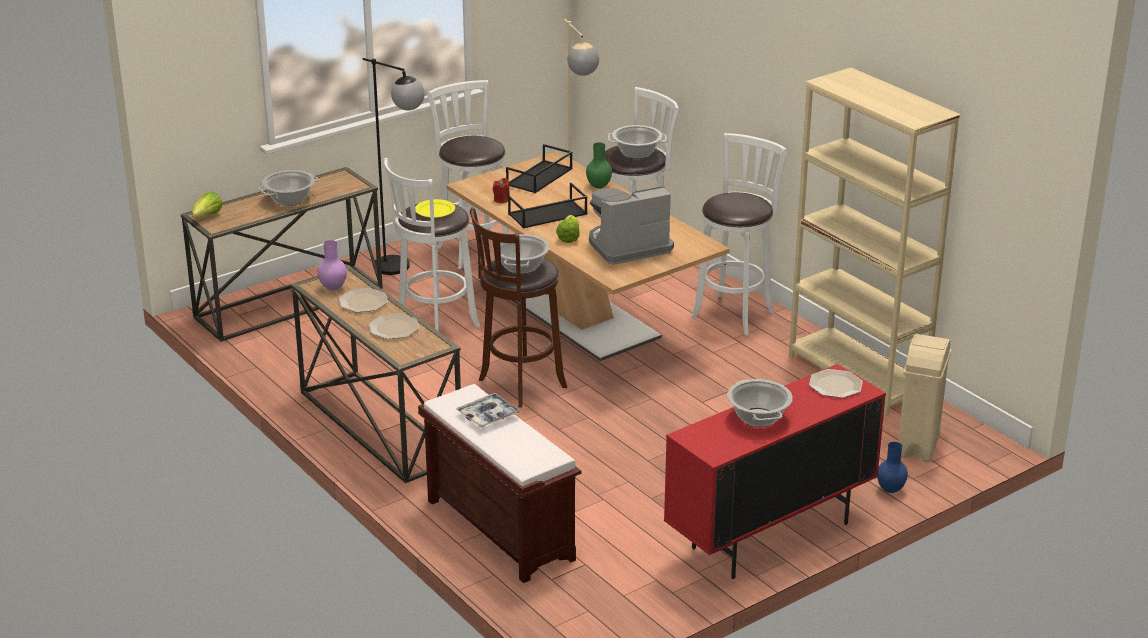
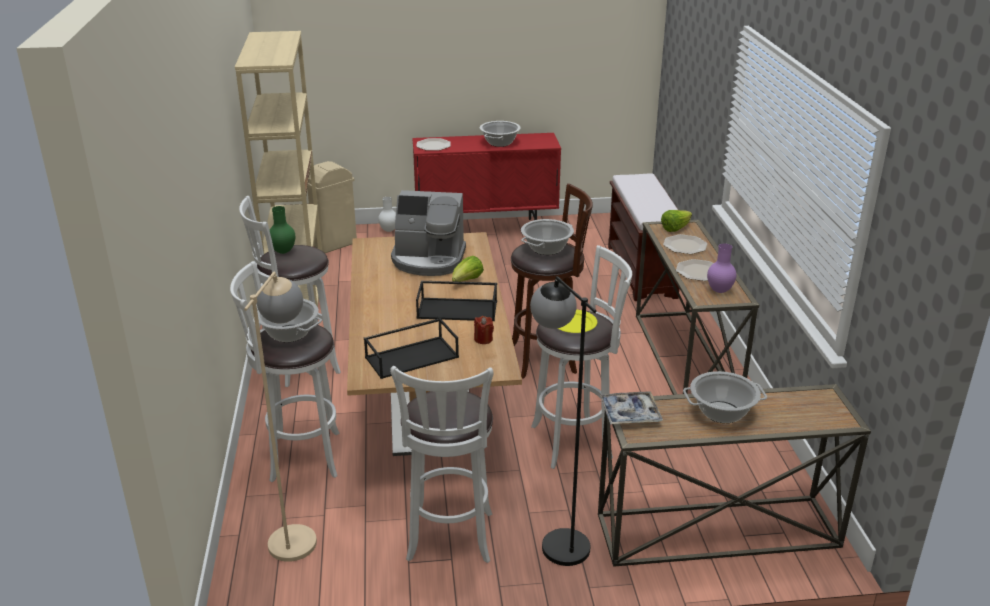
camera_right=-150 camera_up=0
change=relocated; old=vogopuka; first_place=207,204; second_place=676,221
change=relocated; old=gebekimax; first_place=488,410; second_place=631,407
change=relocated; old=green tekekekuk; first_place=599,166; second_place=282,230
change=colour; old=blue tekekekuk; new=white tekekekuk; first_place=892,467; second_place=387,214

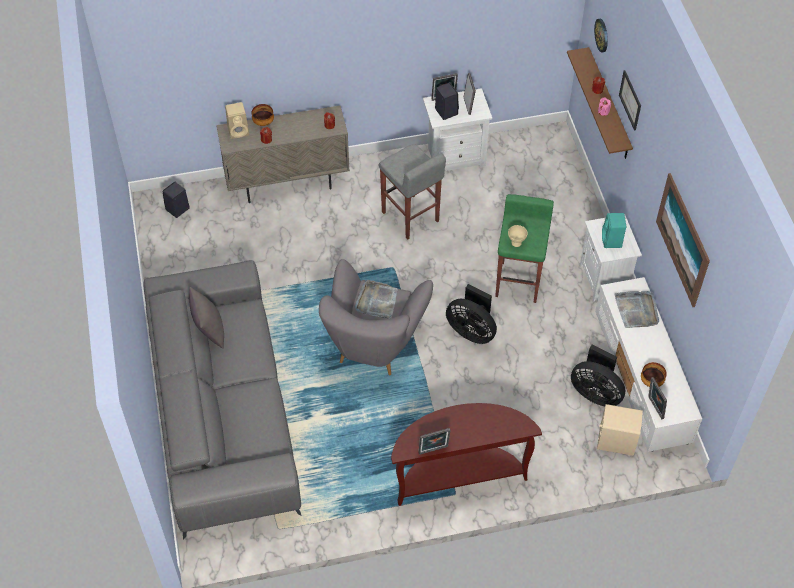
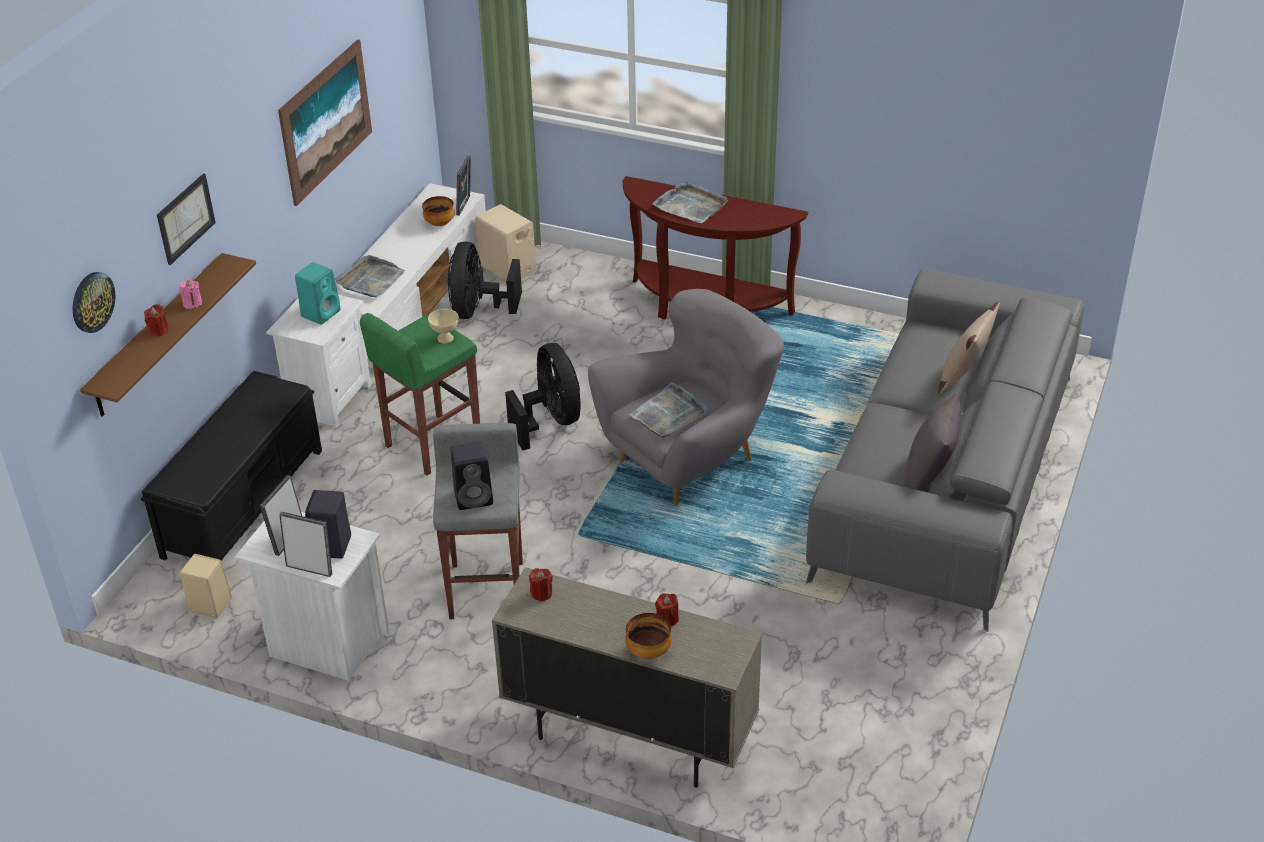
camera_right=-145 camera_up=-15
change=missing; old=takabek; first_place=434,441
change=appeared; new=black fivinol; second_place=231,466
change=appeared; new=grey gebekimax; second_place=690,202
change=appeared; new=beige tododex; second_place=969,347
change=relocated; old=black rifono; first_place=176,200; second_place=472,475
change=relocated; old=beige rifono; first_place=237,120; second_place=206,586
change=spun; old=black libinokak; first_place=598,375; second_place=484,280; degrees=-150

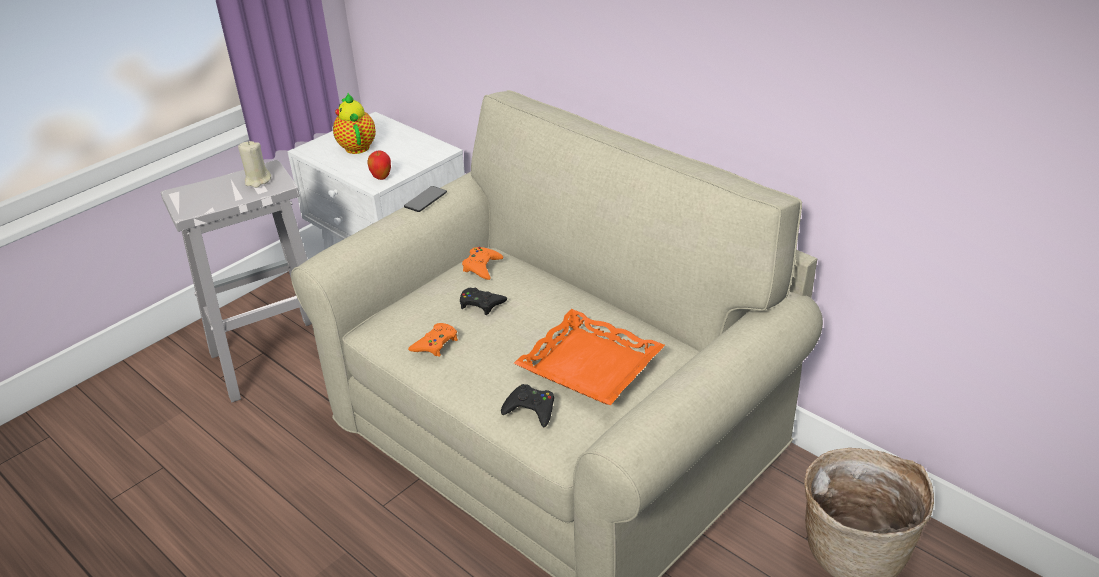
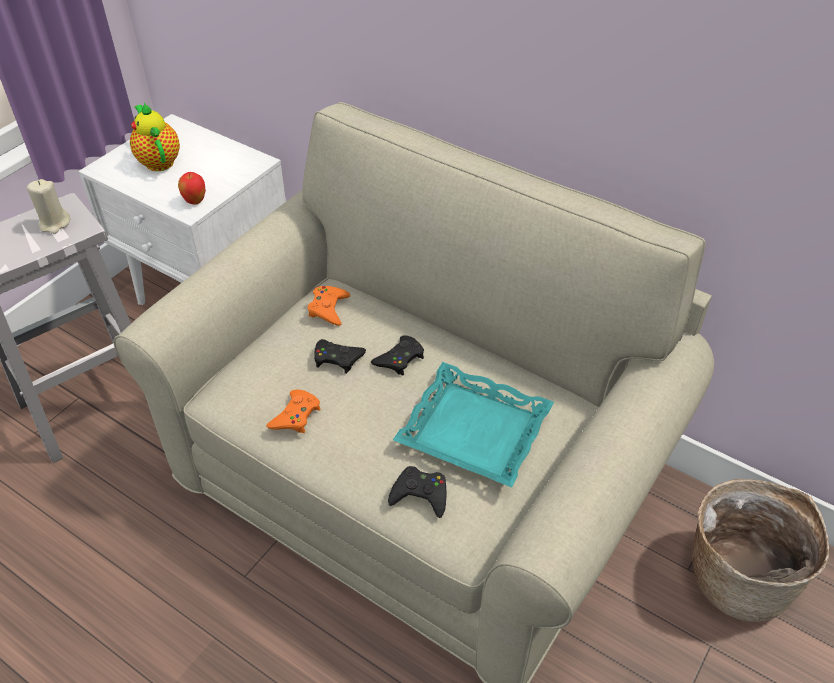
camera_right=-10 camera_up=10
change=missing; old=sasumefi; first_place=425,199
change=appeared; new=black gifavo; second_place=397,355
change=colour; old=orange gebekimax; new=turquoise gebekimax; first_place=589,357; second_place=473,424

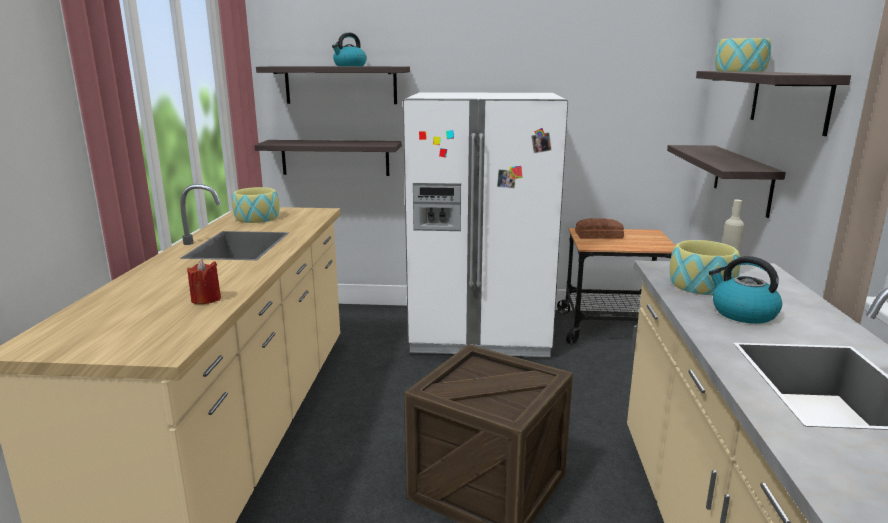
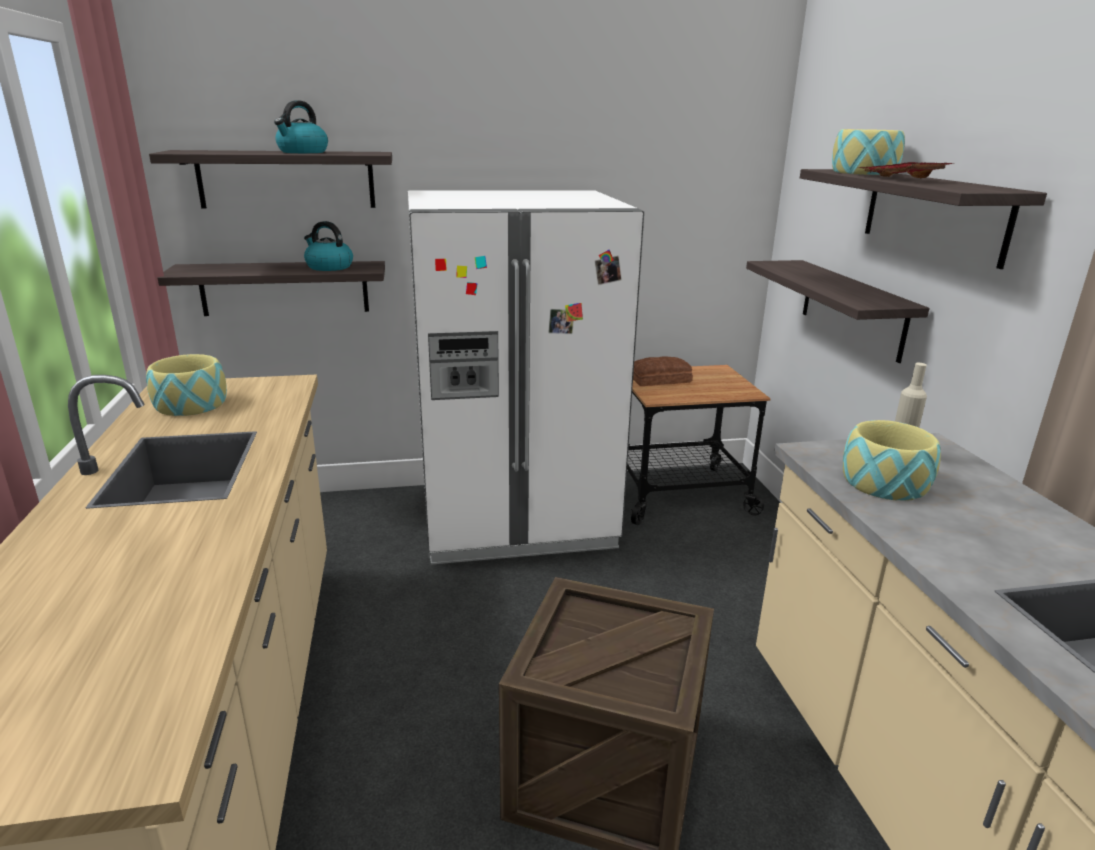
camera_right=-15 camera_up=5
change=missing; old=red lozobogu; first_place=204,282
change=appeared; new=red gebekimax; second_place=906,170
change=relocated; old=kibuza; first_place=745,290; second_place=328,246

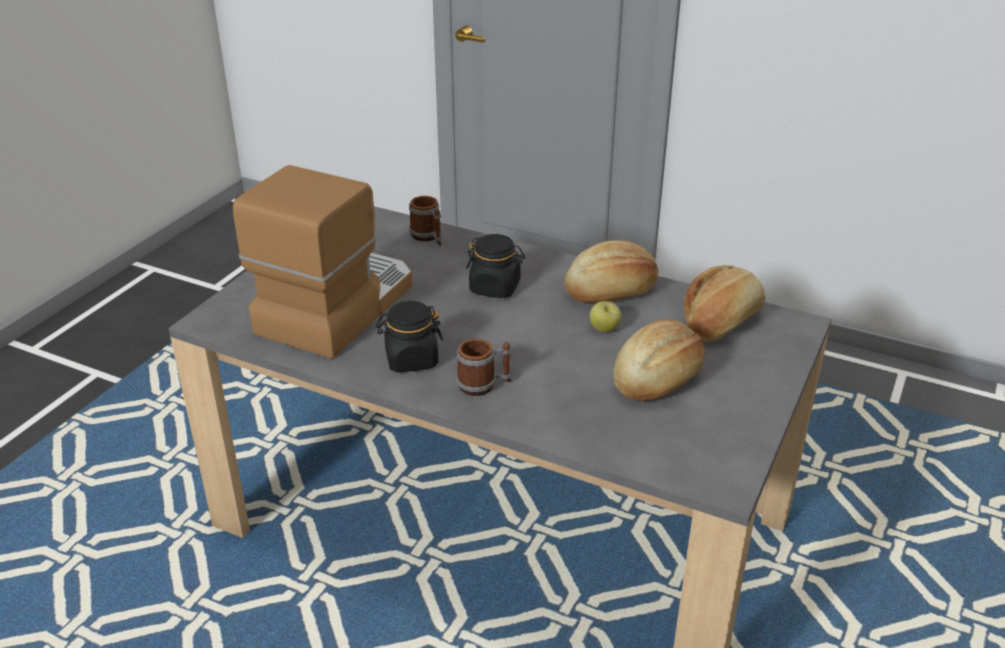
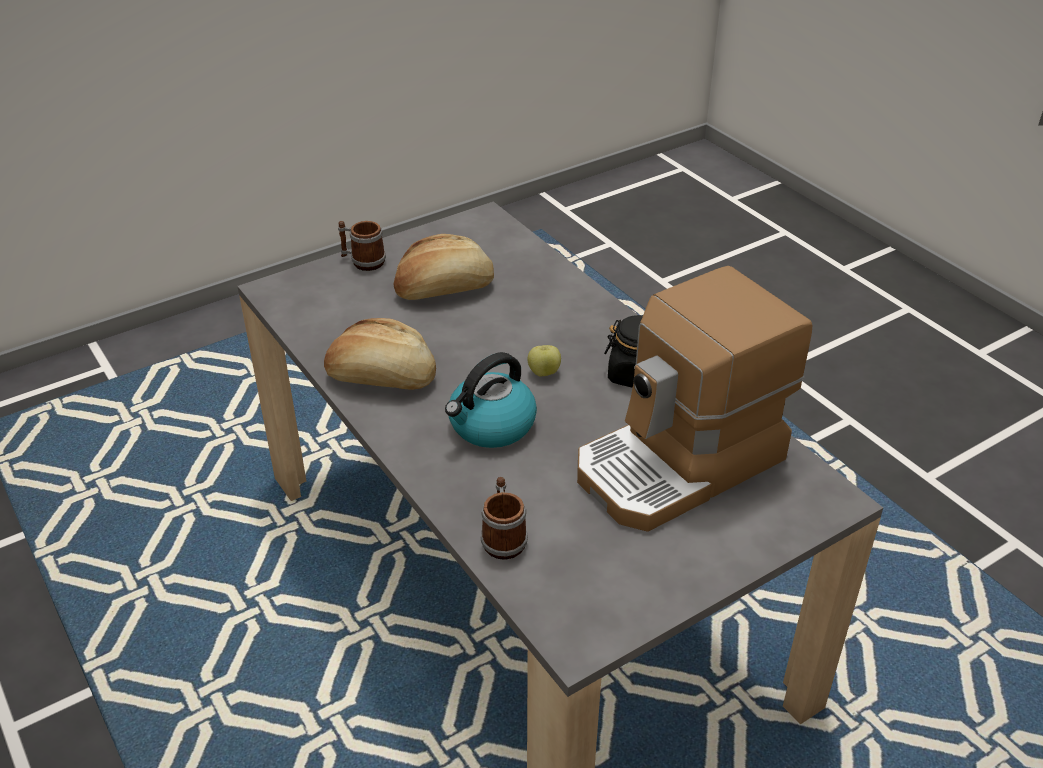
camera_right=-150 camera_up=5
change=missing; old=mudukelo; first_place=724,303
change=relocated; old=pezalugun; first_place=484,367; second_place=362,246
change=relocated; old=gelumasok; first_place=605,316; second_place=544,360
change=exchanged; old=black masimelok; new=kibuza; first_place=495,266; second_place=491,400

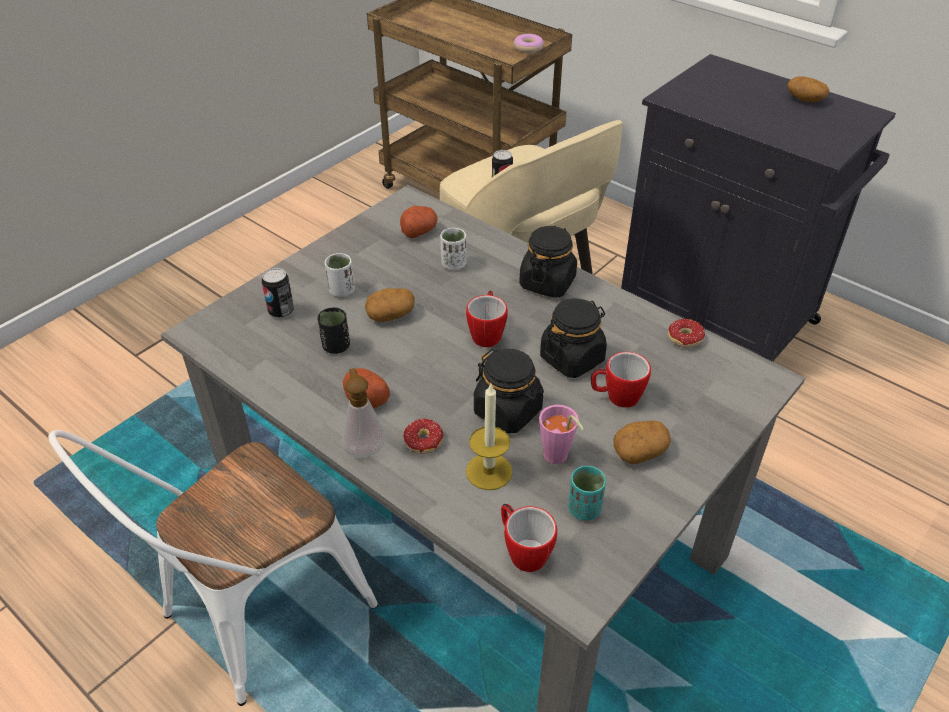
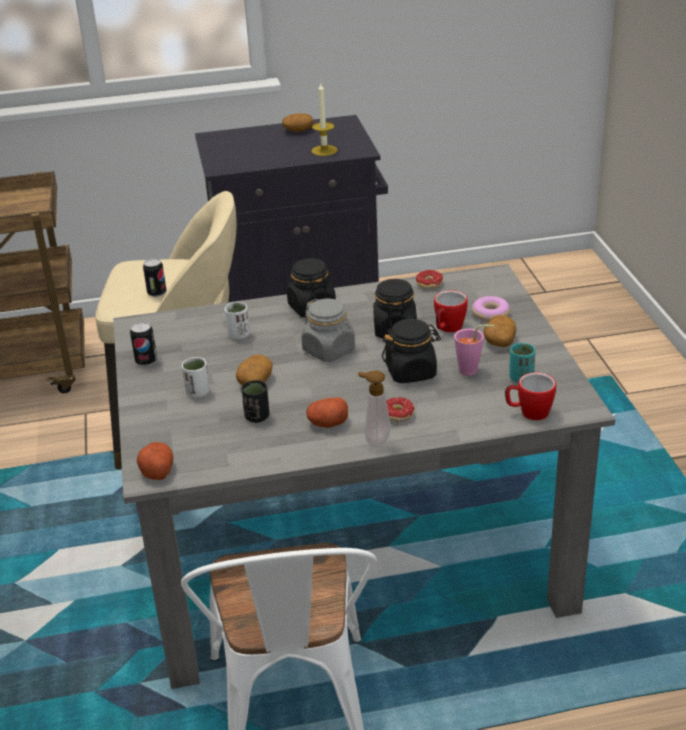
camera_right=-50 camera_up=-10
change=relocated; old=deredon; first_place=278,293; second_place=143,344
change=relocated; old=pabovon; first_place=419,222; second_place=155,461
change=relocated; old=lozobogu; first_place=489,436; second_place=324,119
change=relocated; old=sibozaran; first_place=529,43; second_place=491,309
change=exchanged; old=pezalugun; new=grey masimelok; first_place=486,318; second_place=328,330

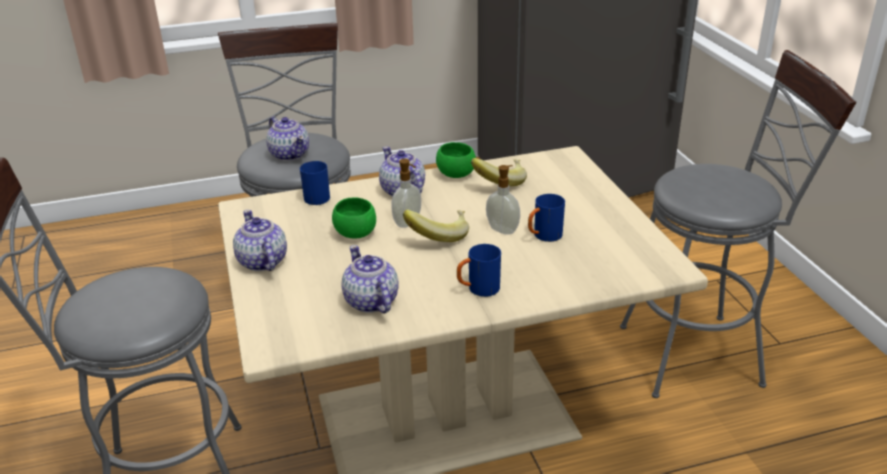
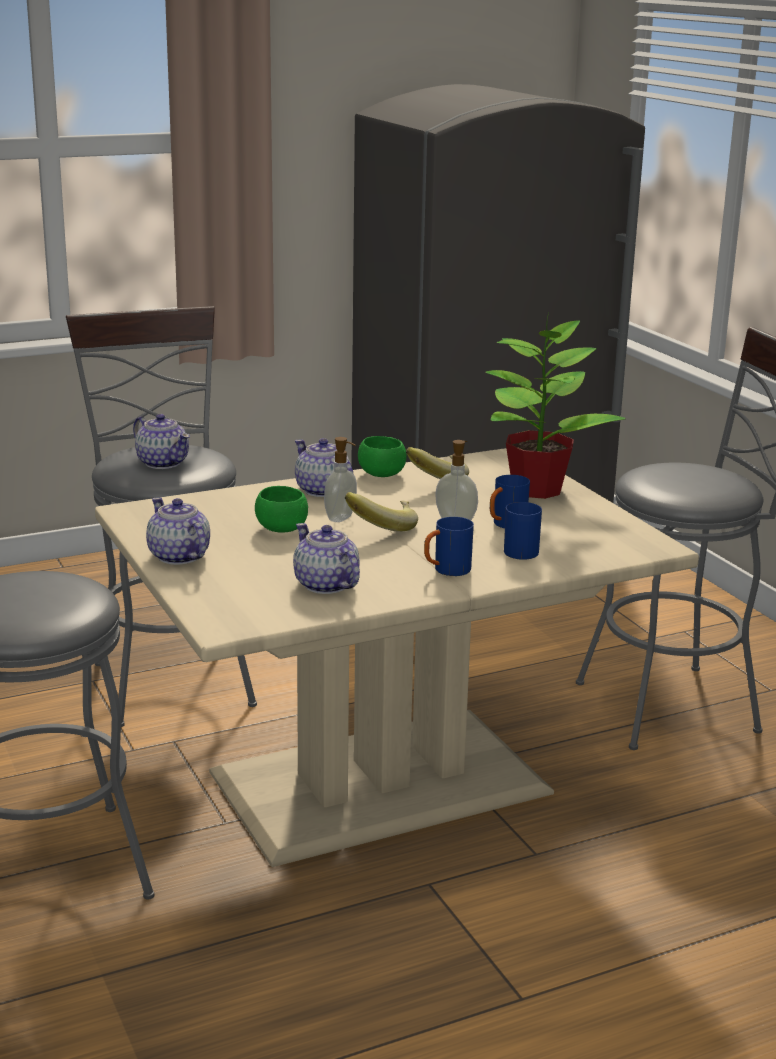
camera_right=-10 camera_up=-10
change=appeared; new=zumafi; second_place=555,406
change=relocated; old=blue pezalugun; first_place=315,183; second_place=523,531

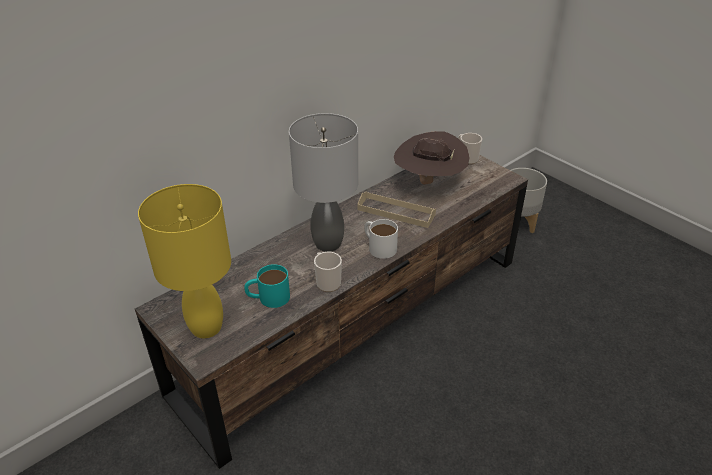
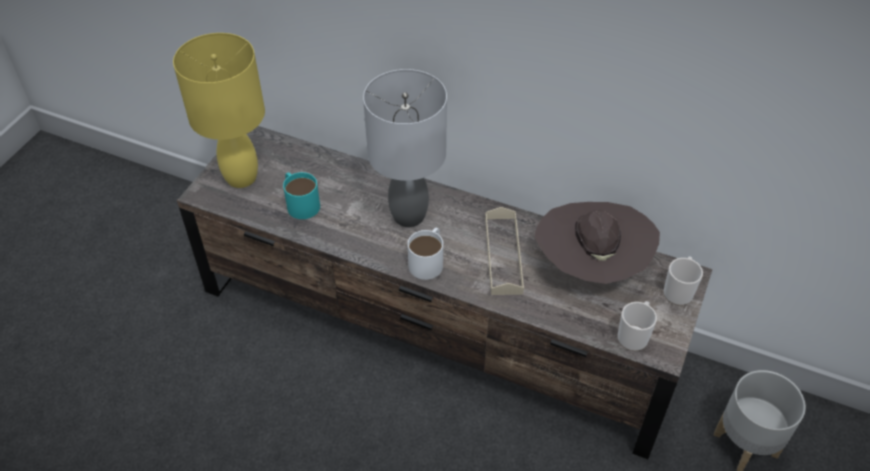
camera_right=65 camera_up=10
change=relocated; old=pezalugun; first_place=328,272; second_place=637,326

